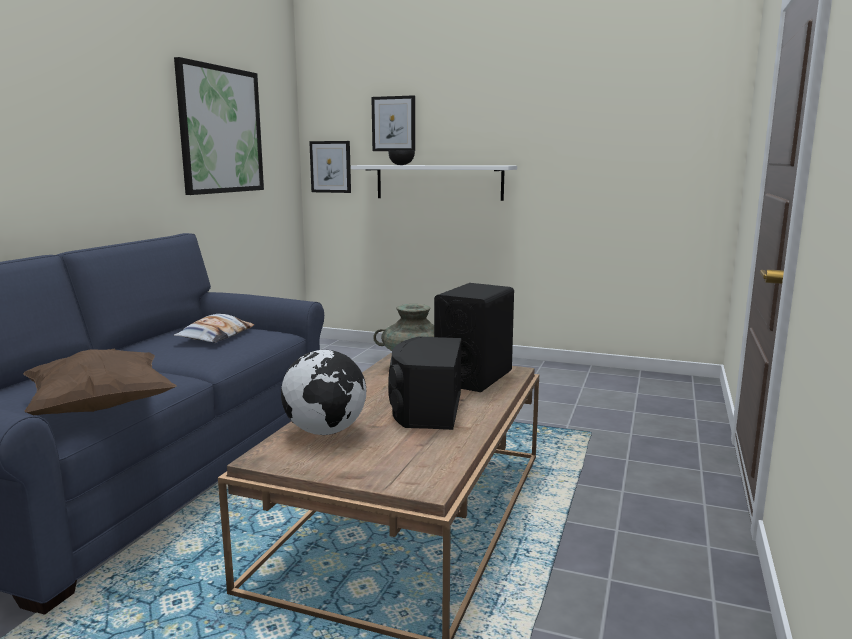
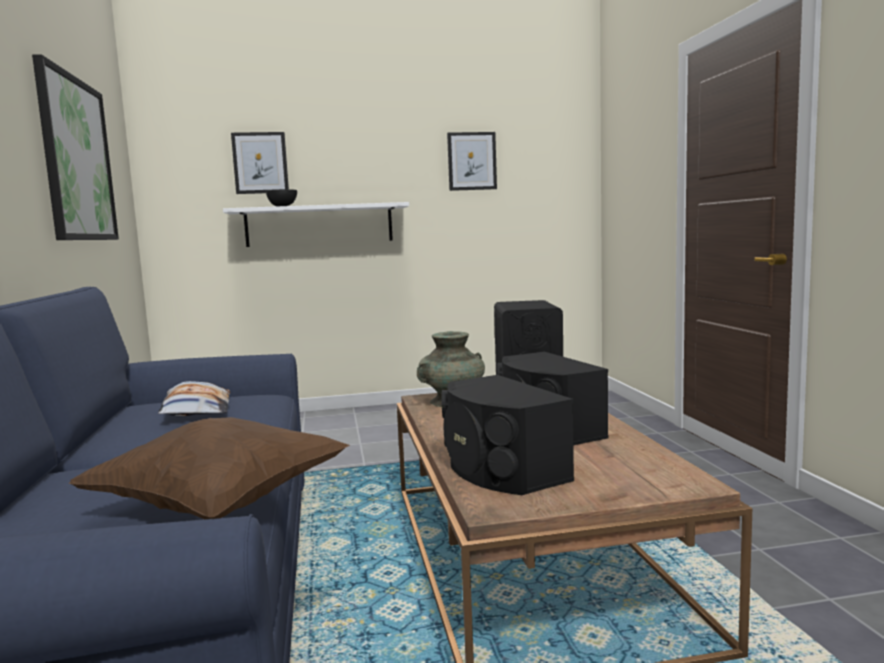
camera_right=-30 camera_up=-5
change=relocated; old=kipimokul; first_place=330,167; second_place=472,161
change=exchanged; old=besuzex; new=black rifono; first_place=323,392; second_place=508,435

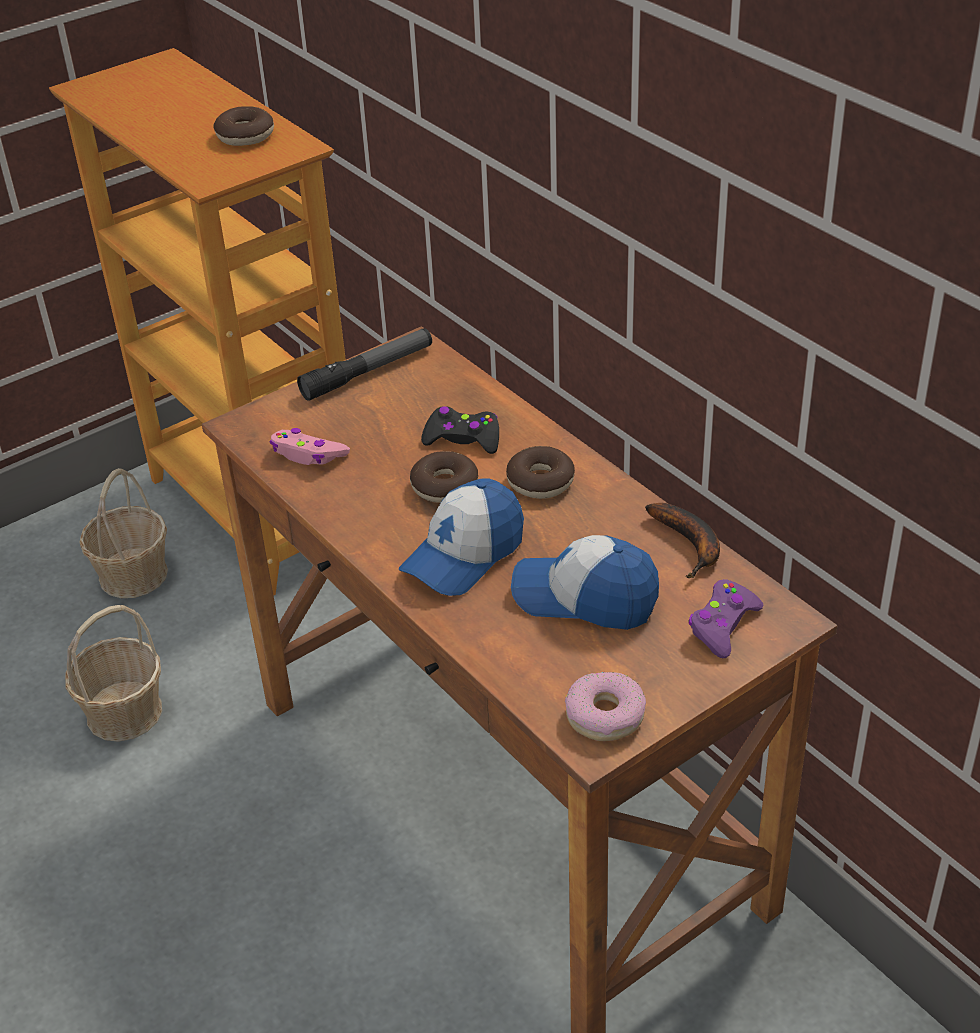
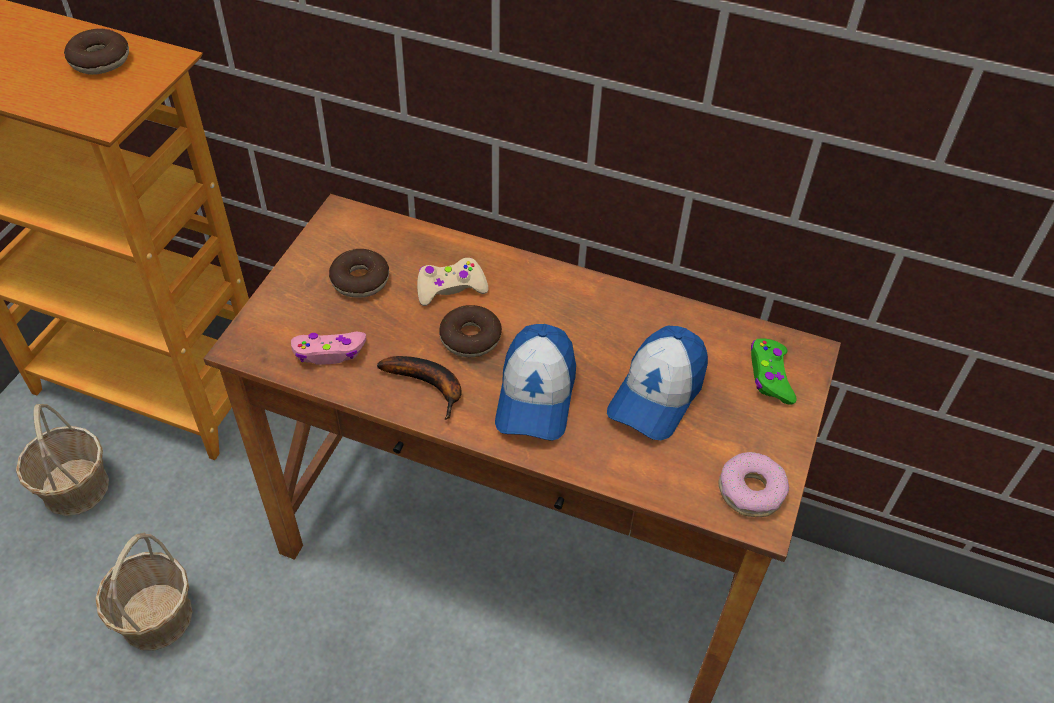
camera_right=-35 camera_up=10
change=missing; old=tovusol; first_place=364,364
change=relocated; old=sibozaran; first_place=540,472; second_place=359,273
change=relocated; old=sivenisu; first_place=682,540; second_place=419,388
change=colour; old=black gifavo; new=beige gifavo; first_place=460,430; second_place=452,282
change=colour; old=purple gifavo; new=green gifavo; first_place=726,618; second_place=773,371
change=spun; old=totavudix; first_place=585,582; second_place=657,383; degrees=-45

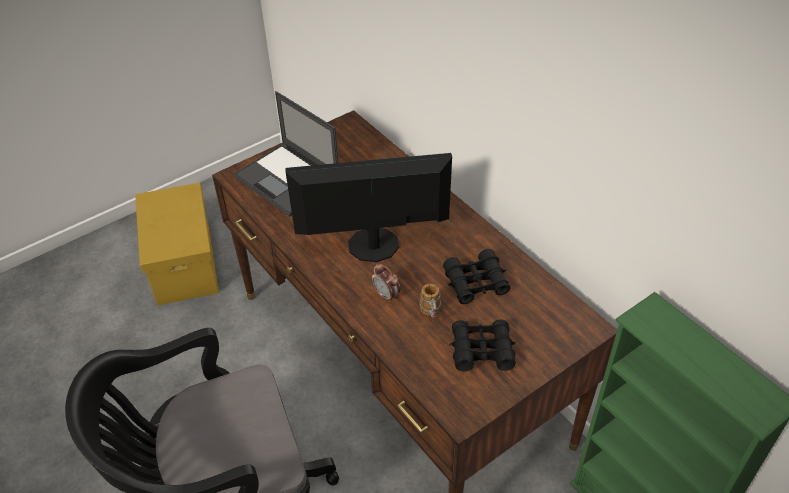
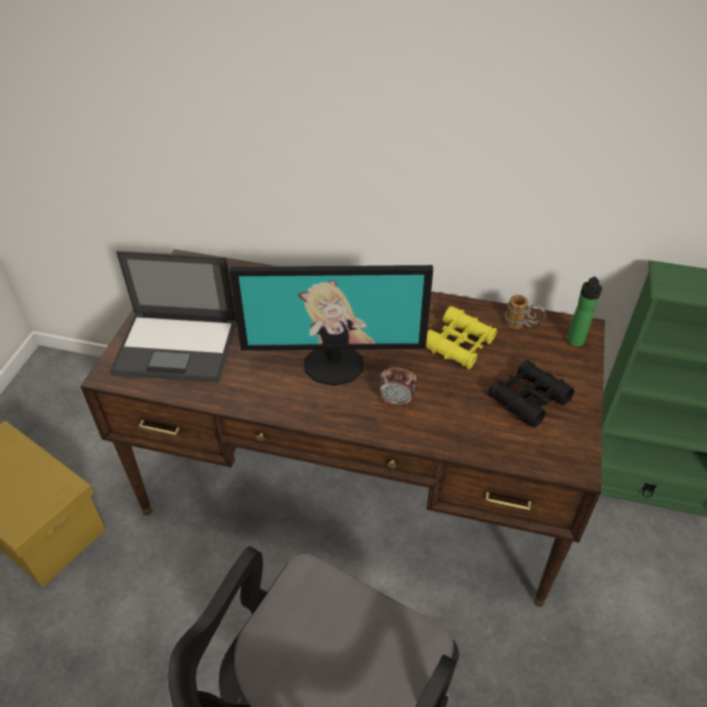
camera_right=-40 camera_up=0
change=appeared; new=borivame; second_place=584,312
change=relocated; old=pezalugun; first_place=430,303; second_place=525,312
change=colour; old=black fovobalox; new=yellow fovobalox; first_place=477,276; second_place=461,337
change=spun; old=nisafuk; first_place=368,207; second_place=331,325; degrees=-135

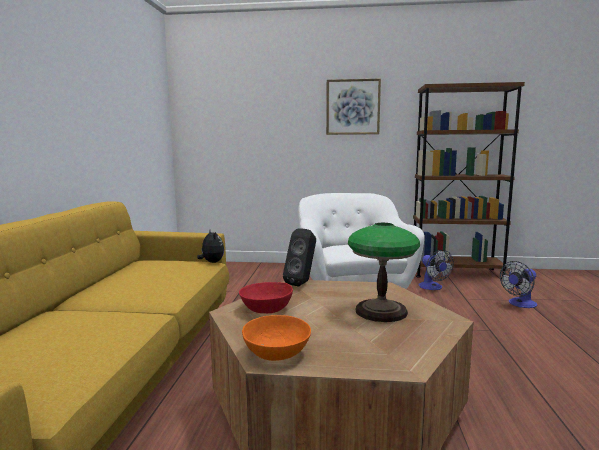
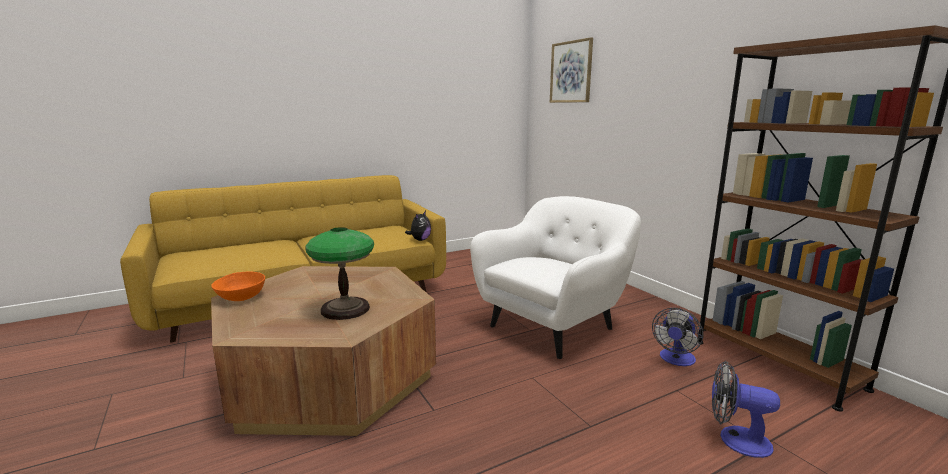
camera_right=55 camera_up=5
change=missing; old=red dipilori; first_place=266,297
change=missing; old=black rifono; first_place=299,258
change=relocated; old=kipimokul; first_place=353,107; second_place=571,70

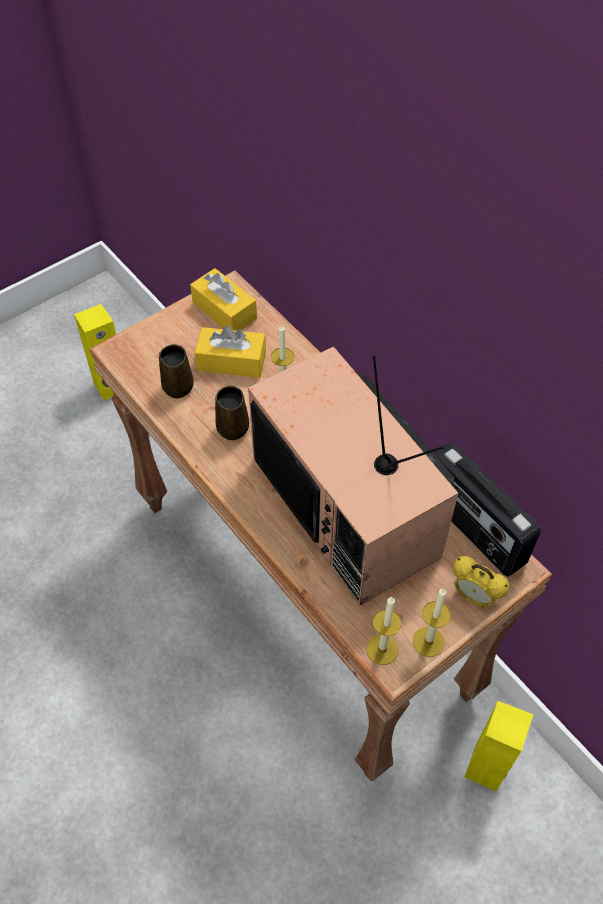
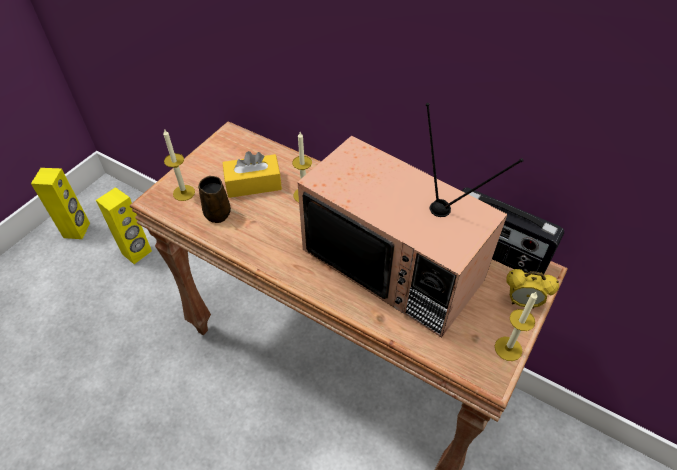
camera_right=-20 camera_up=-5
change=missing; old=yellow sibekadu; first_place=223,299
change=missing; old=brown pezalugun; first_place=232,412
change=relocated; old=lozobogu; first_place=384,631; second_place=179,165
change=relocated; old=yellow rifono; first_place=499,746; second_place=60,203

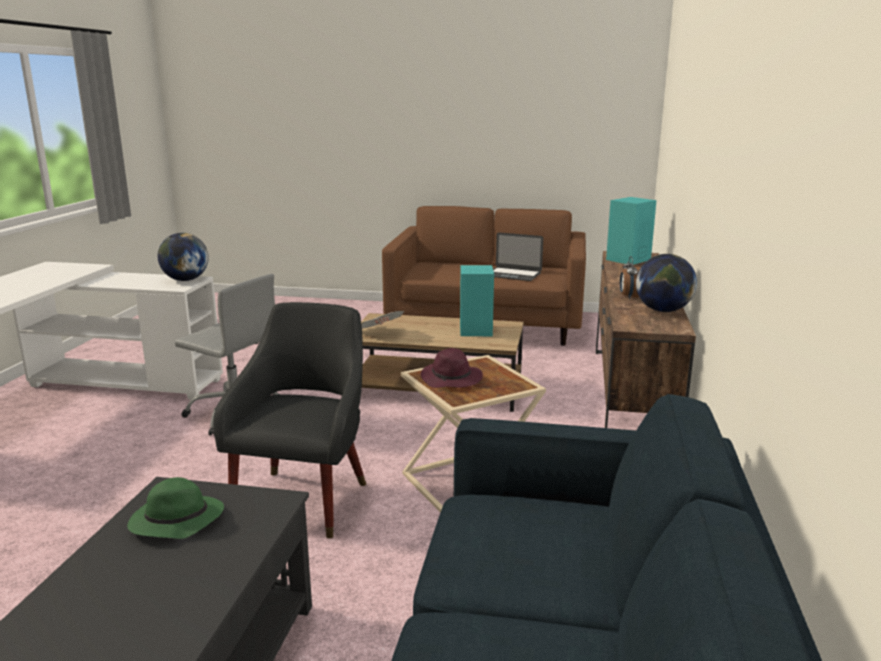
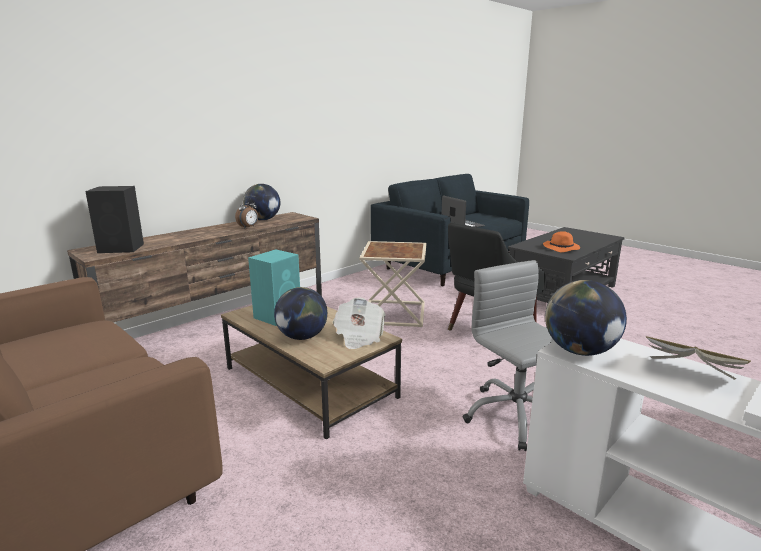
camera_right=-145 camera_up=0
change=missing; old=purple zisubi; first_place=452,368
change=appeared; new=besuzex; second_place=301,313
change=appeared; new=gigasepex; second_place=698,358
change=relocated; old=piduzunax; first_place=518,257; second_place=463,211
change=colour; old=green zisubi; new=orange zisubi; first_place=175,508; second_place=561,241
change=colour; old=turquoise rifono; new=black rifono; first_place=631,231; second_place=114,219

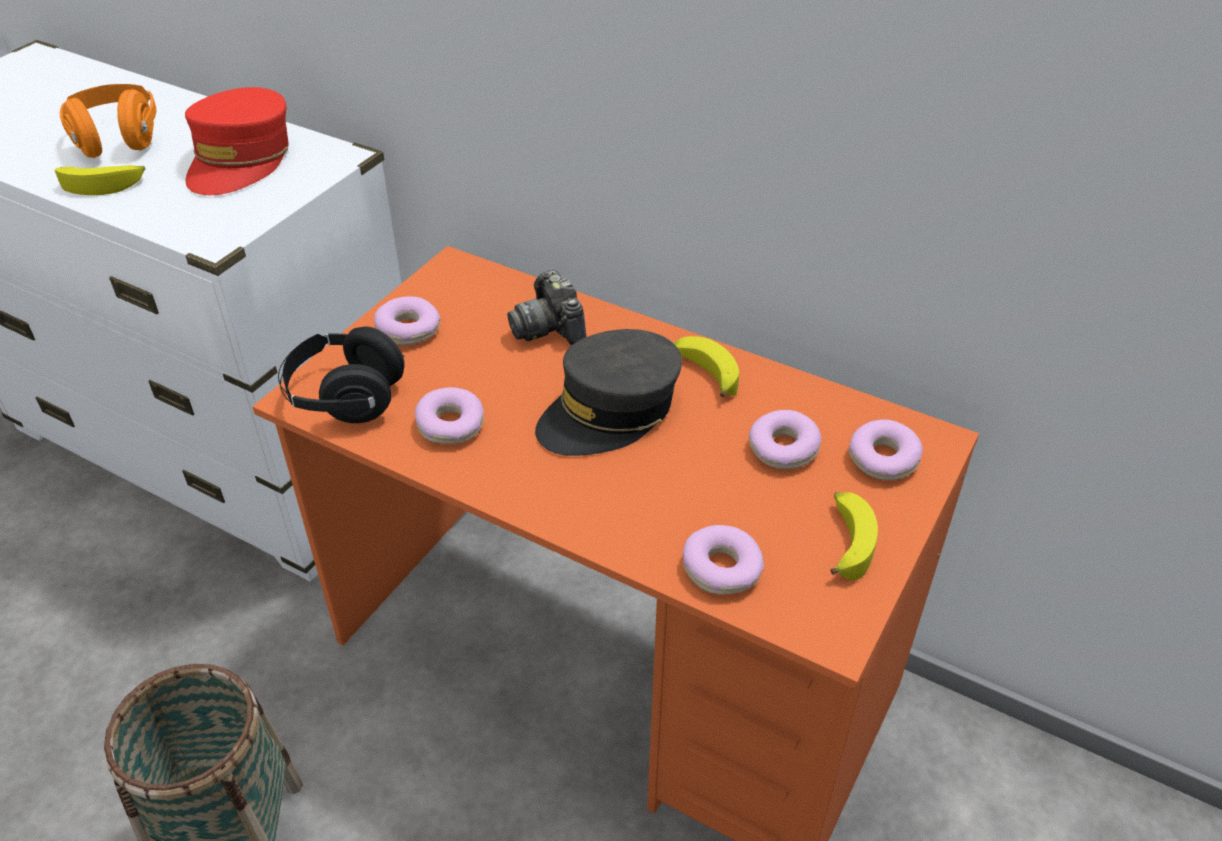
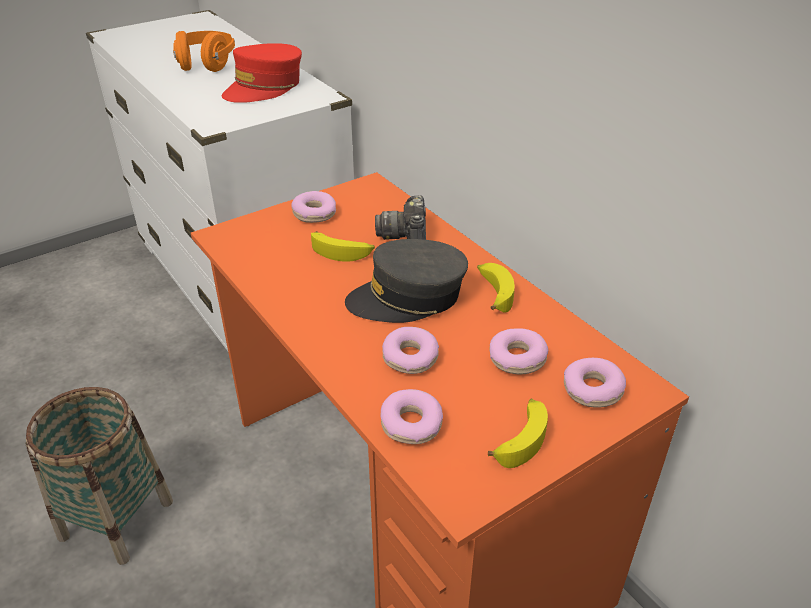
camera_right=25 camera_up=-5
change=missing; old=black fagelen; first_place=341,374
change=relocated; old=sivenisu; first_place=100,180; second_place=343,246
change=relocated; old=sibozaran; first_place=449,415; second_place=410,350

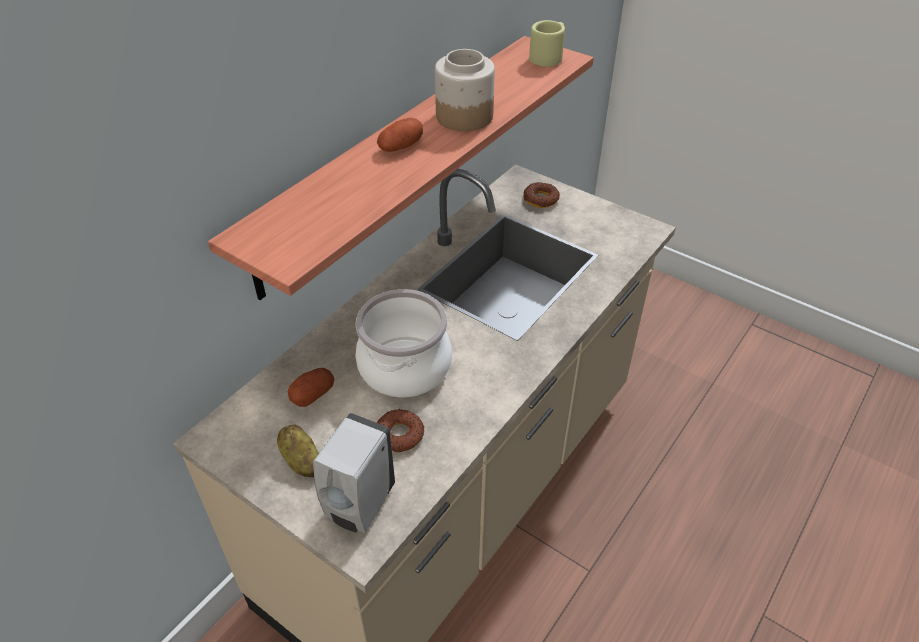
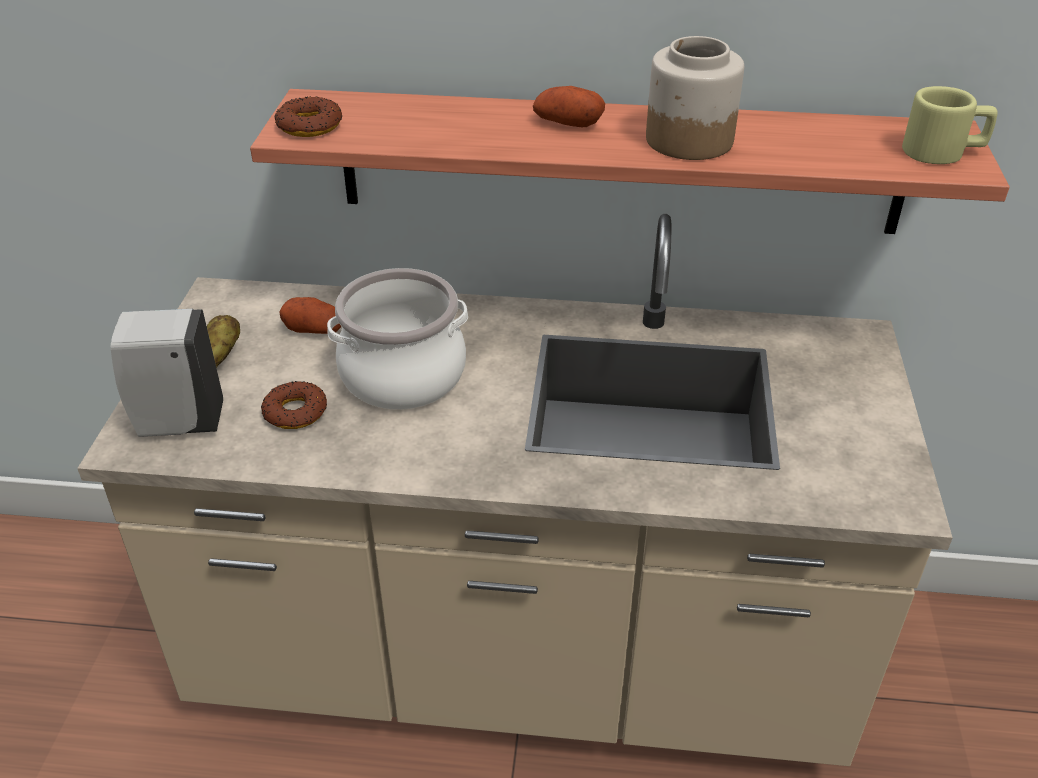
camera_right=60 camera_up=-5
change=relocated; old=sibozaran; first_place=541,195; second_place=308,117

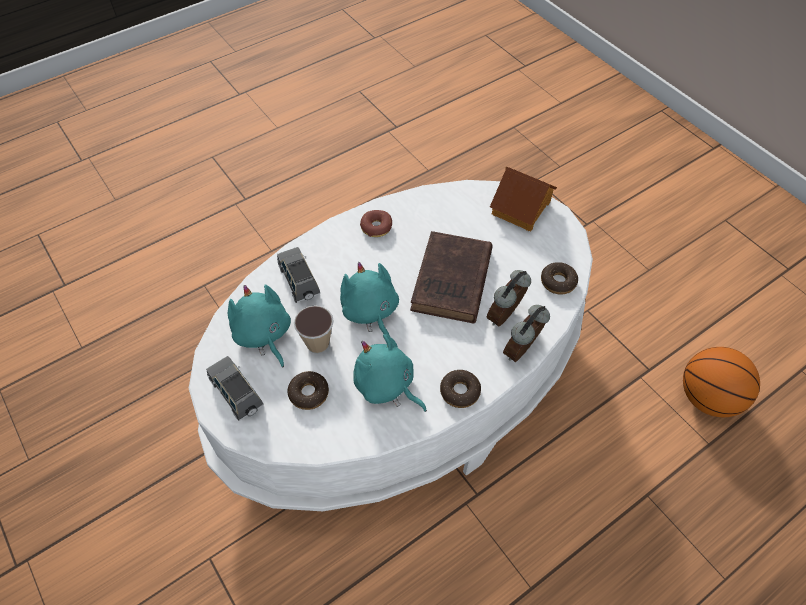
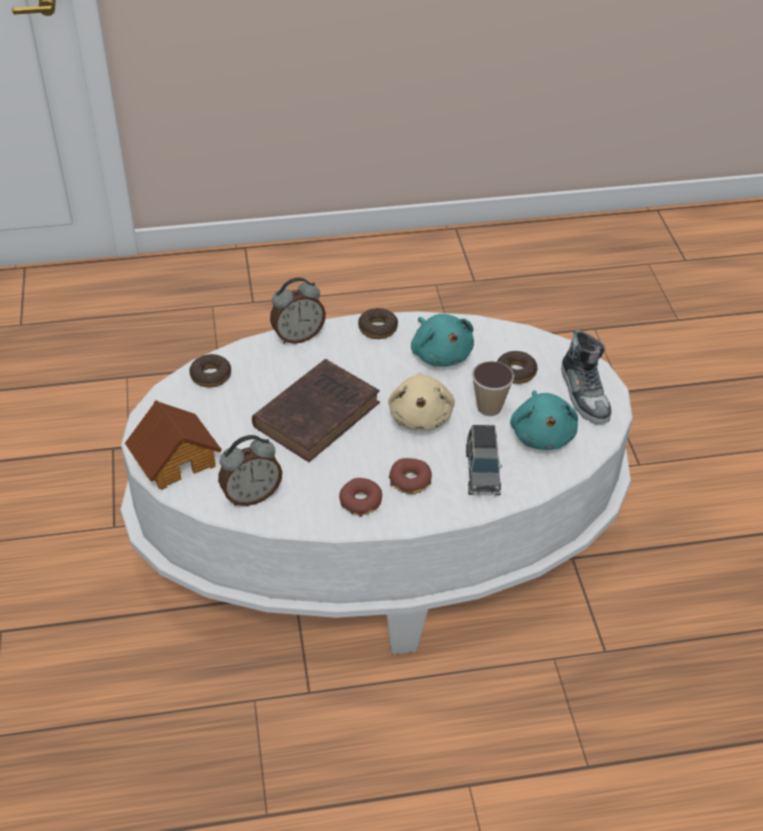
camera_right=-155 camera_up=-10
change=missing; old=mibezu; first_place=721,382
change=appeared; new=sibozaran; second_place=410,476
change=relocated; old=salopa; first_place=508,298; second_place=250,470
change=exchanged; old=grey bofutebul; new=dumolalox; first_place=235,388; second_place=586,377
change=colour; old=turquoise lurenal; new=beige lurenal; first_place=369,299; second_place=421,402

